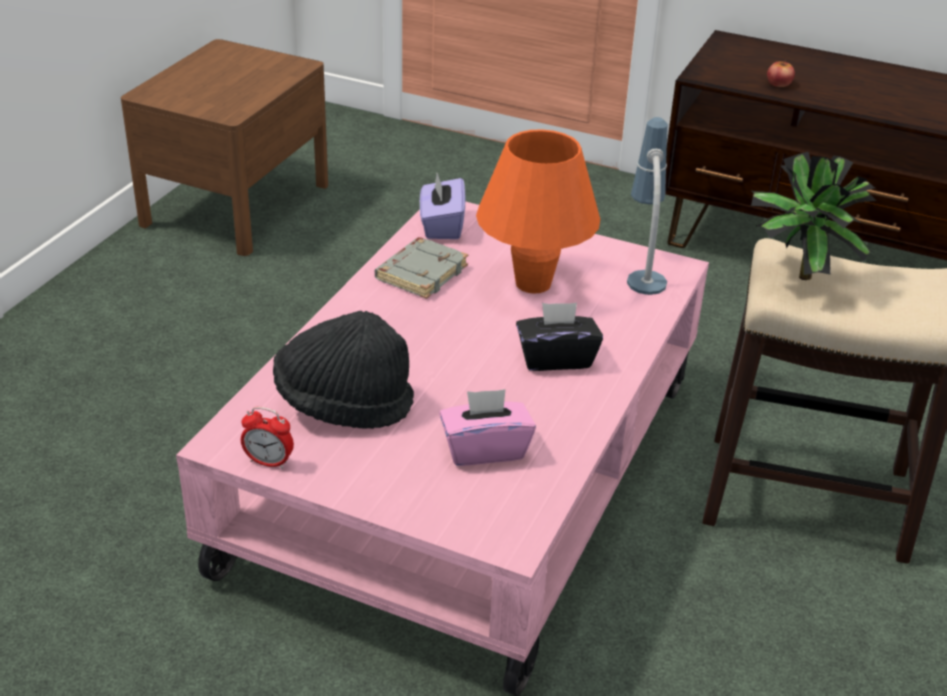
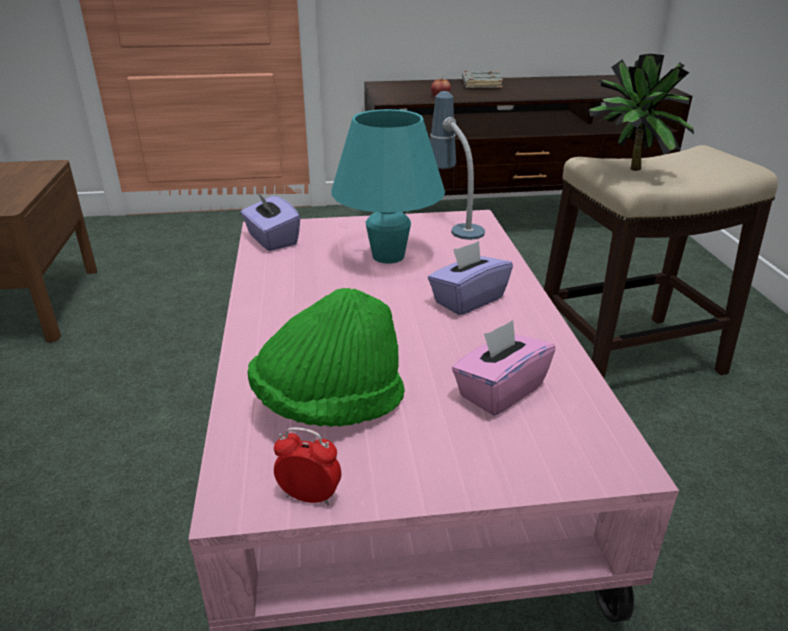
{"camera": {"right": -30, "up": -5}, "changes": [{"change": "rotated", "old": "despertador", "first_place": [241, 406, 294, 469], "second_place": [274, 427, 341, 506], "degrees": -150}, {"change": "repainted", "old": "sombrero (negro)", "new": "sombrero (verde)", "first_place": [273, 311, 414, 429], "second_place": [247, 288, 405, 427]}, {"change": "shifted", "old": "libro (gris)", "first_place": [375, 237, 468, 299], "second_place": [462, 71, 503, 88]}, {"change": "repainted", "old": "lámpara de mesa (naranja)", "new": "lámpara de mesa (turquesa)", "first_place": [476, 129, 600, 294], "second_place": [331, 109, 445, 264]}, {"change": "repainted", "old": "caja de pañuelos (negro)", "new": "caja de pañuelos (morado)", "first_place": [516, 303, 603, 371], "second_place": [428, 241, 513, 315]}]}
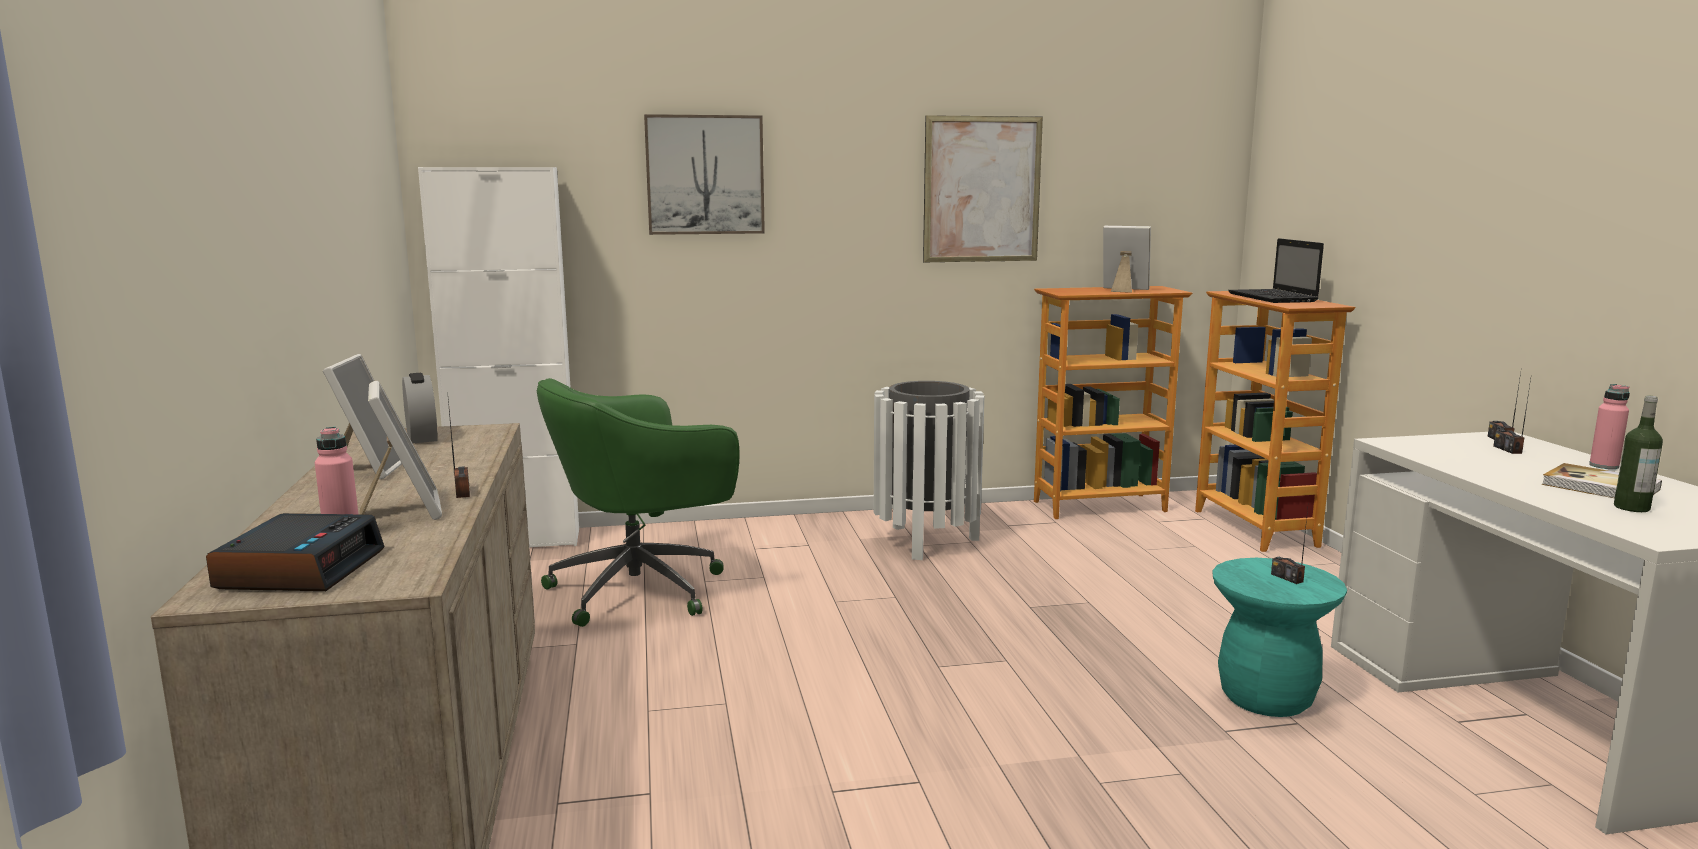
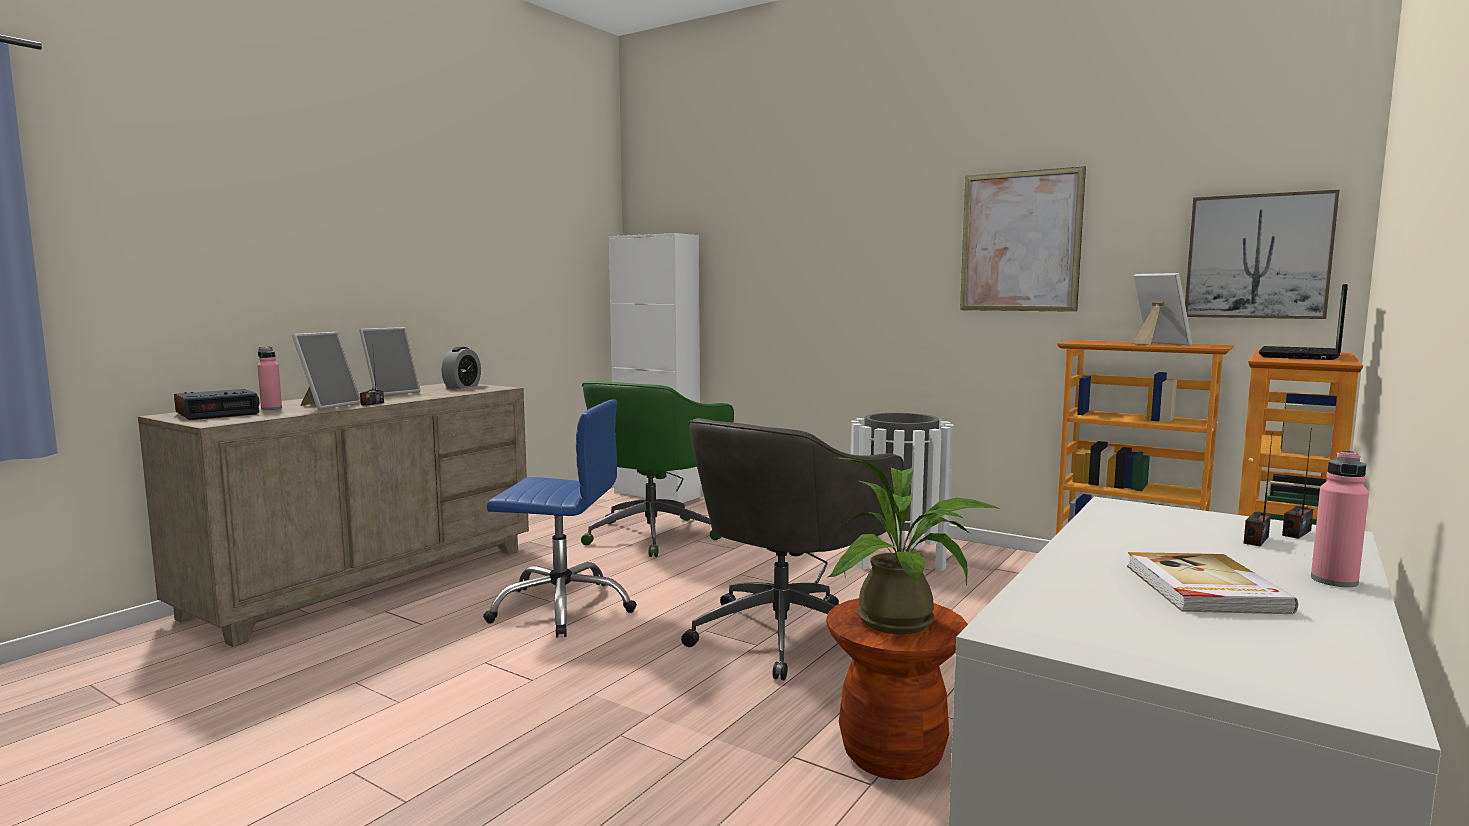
{"camera": {"right": 45, "up": -5}, "changes": [{"change": "rotated", "old": "silla de oficina (verde)", "first_place": [537, 378, 739, 627], "second_place": [581, 381, 734, 557], "degrees": -75}, {"change": "shifted", "old": "cuadro", "first_place": [644, 114, 765, 235], "second_place": [1185, 190, 1339, 319]}, {"change": "repainted", "old": "taburete (turquesa)", "new": "taburete (marrón)", "first_place": [1212, 558, 1347, 717], "second_place": [826, 598, 968, 780]}, {"change": "swapped", "old": "radio", "new": "planta en maceta", "first_place": [1271, 509, 1308, 584], "second_place": [828, 457, 1000, 634]}, {"change": "gone", "old": "botella", "first_place": [1614, 395, 1663, 512]}, {"change": "new", "new": "silla de oficina (azul)", "second_place": [483, 399, 637, 638]}, {"change": "new", "new": "silla de oficina (gris)", "second_place": [681, 418, 904, 680]}]}
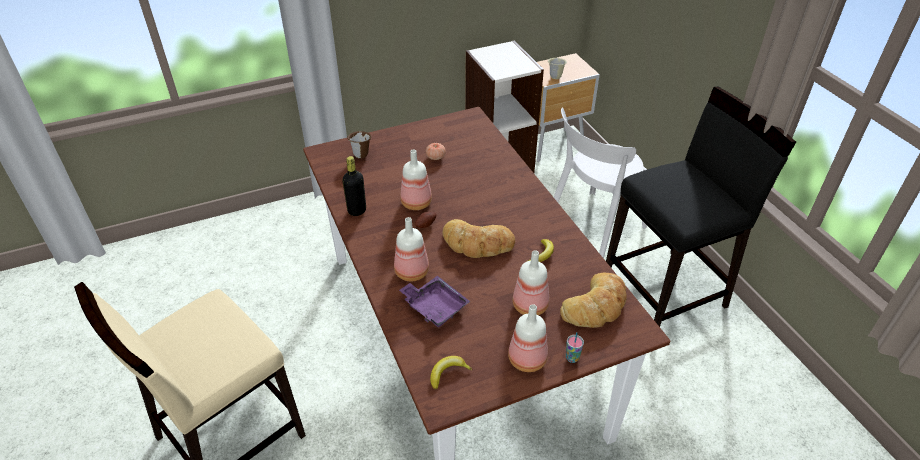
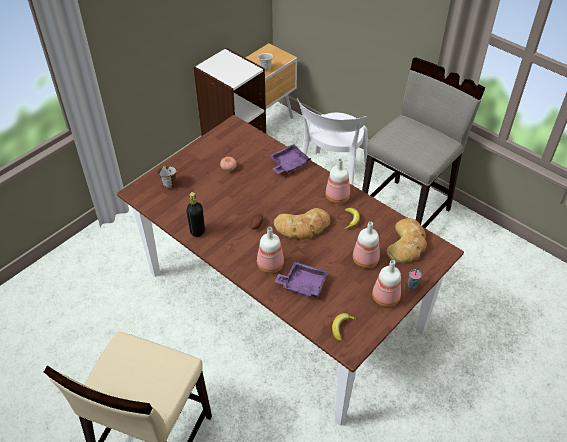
{"camera": {"right": -25, "up": 5}, "changes": [{"change": "shifted", "old": "botella", "first_place": [400, 149, 432, 210], "second_place": [325, 158, 350, 204]}, {"change": "repainted", "old": "taburete (negro)", "new": "taburete (beis)", "first_place": [606, 87, 796, 327], "second_place": [362, 57, 485, 228]}, {"change": "new", "new": "bandeja (morado)", "second_place": [269, 144, 311, 174]}]}
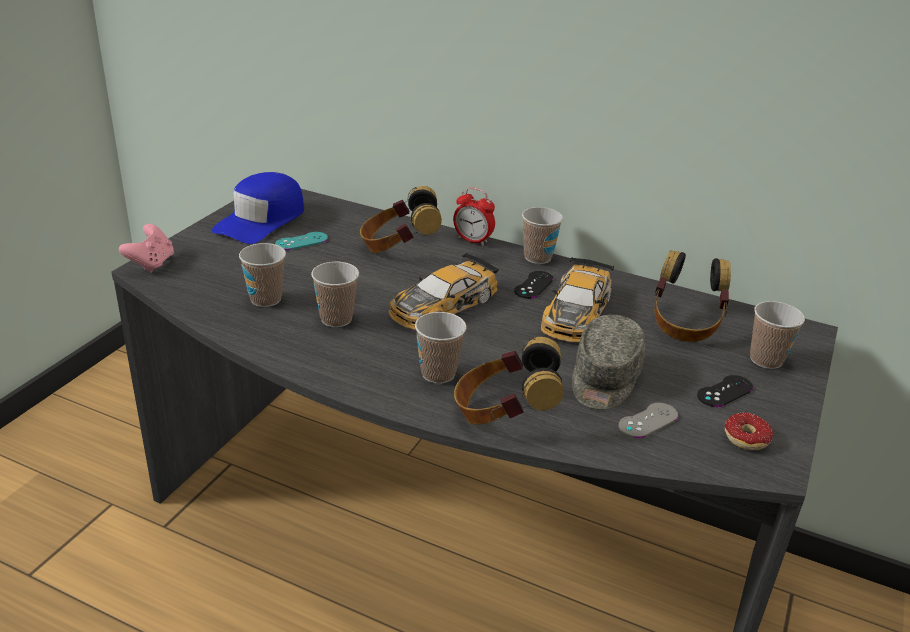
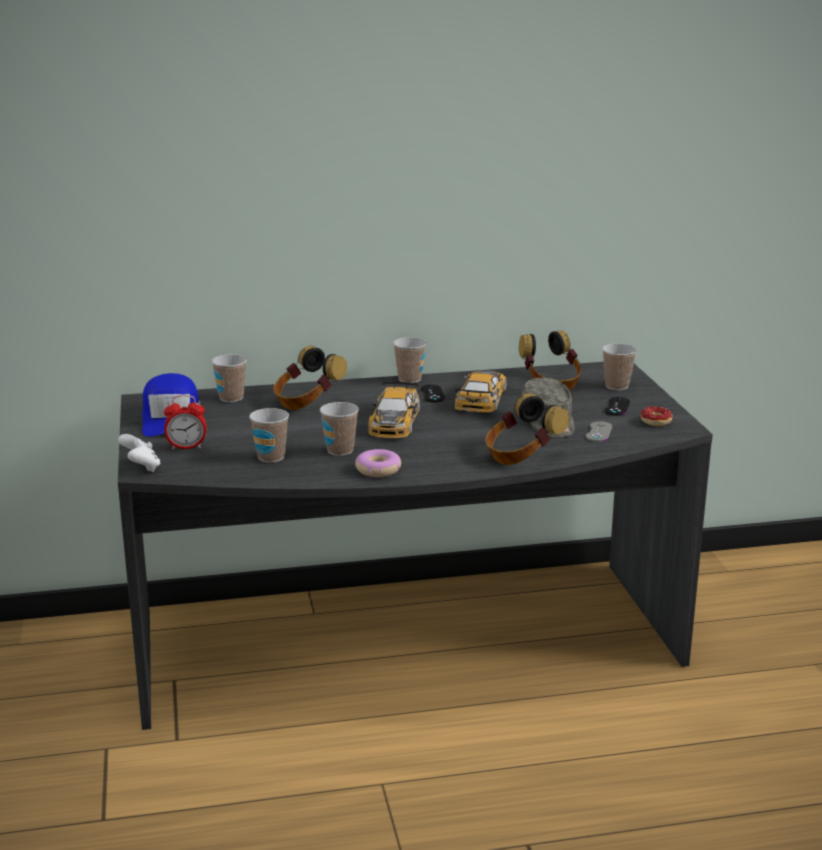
{"camera": {"right": -35, "up": -10}, "changes": [{"change": "repainted", "old": "mando de consola (rosa)", "new": "mando de consola (blanco)", "first_place": [119, 224, 174, 273], "second_place": [118, 434, 160, 472]}, {"change": "gone", "old": "mando de consola (turquesa)", "first_place": [275, 232, 328, 250]}, {"change": "shifted", "old": "taza", "first_place": [415, 312, 467, 384], "second_place": [212, 354, 247, 402]}, {"change": "shifted", "old": "despertador", "first_place": [453, 187, 495, 246], "second_place": [164, 395, 206, 450]}, {"change": "rotated", "old": "coche de juguete", "first_place": [541, 257, 614, 342], "second_place": [455, 371, 507, 412], "degrees": -150}, {"change": "new", "new": "rosquilla", "second_place": [355, 449, 401, 477]}]}
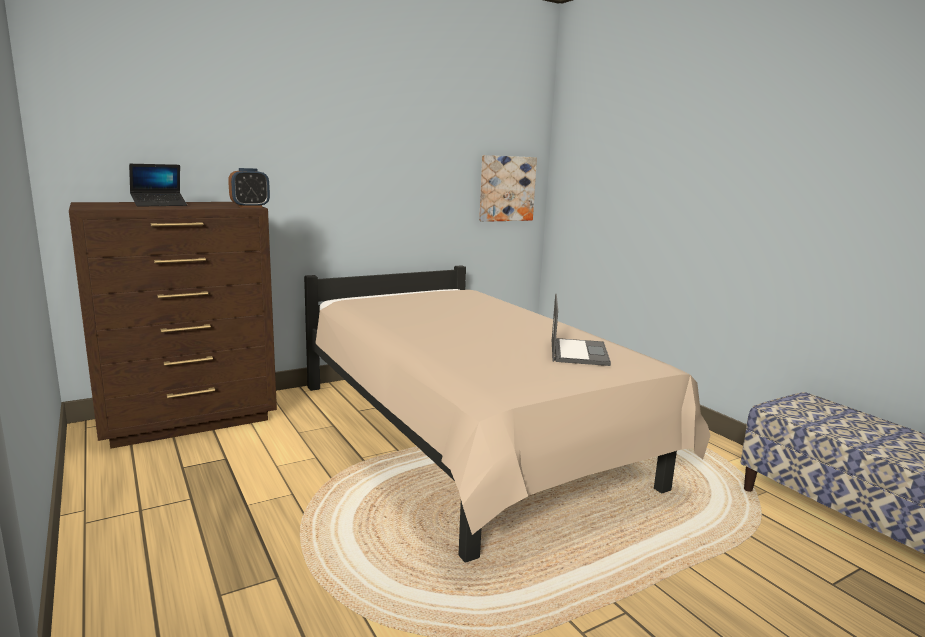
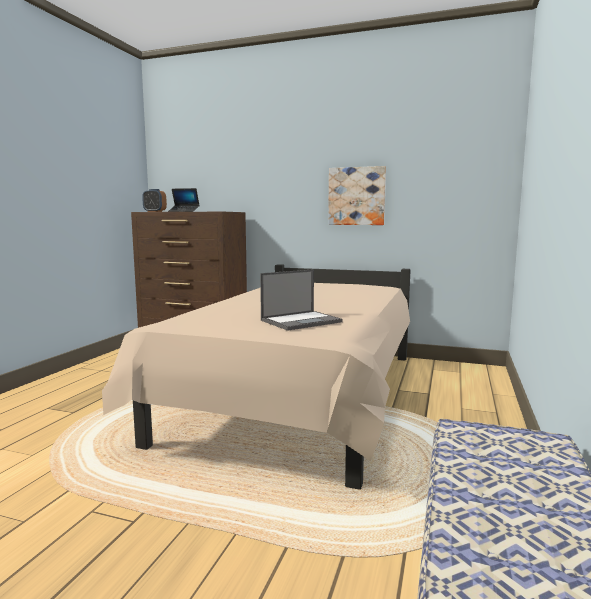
{"camera": {"right": 50, "up": -5}, "changes": [{"change": "shifted", "old": "despertador", "first_place": [228, 168, 270, 208], "second_place": [142, 189, 167, 212]}, {"change": "shifted", "old": "cuadro", "first_place": [479, 155, 537, 222], "second_place": [328, 166, 386, 225]}]}
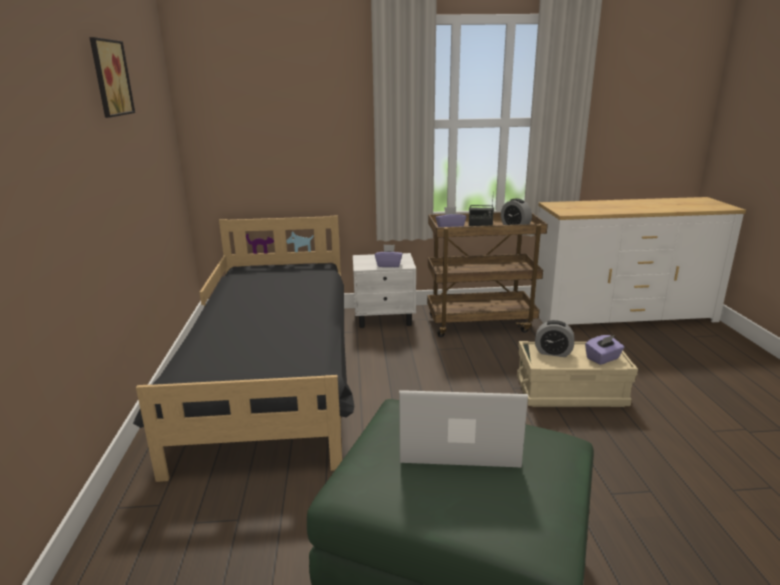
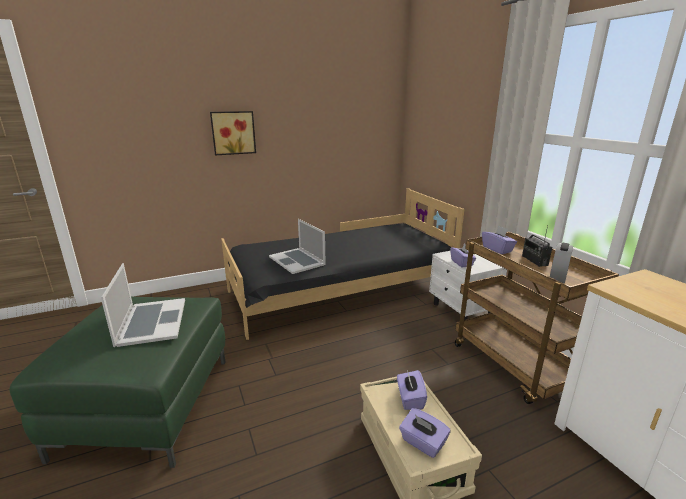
{"camera": {"right": 70, "up": 0}, "changes": [{"change": "shifted", "old": "cuadro", "first_place": [89, 37, 135, 118], "second_place": [210, 111, 256, 155]}, {"change": "swapped", "old": "despertador", "new": "caja de pañuelos (morado)", "first_place": [535, 320, 574, 357], "second_place": [397, 370, 427, 410]}, {"change": "new", "new": "portátil", "second_place": [269, 219, 326, 274]}]}
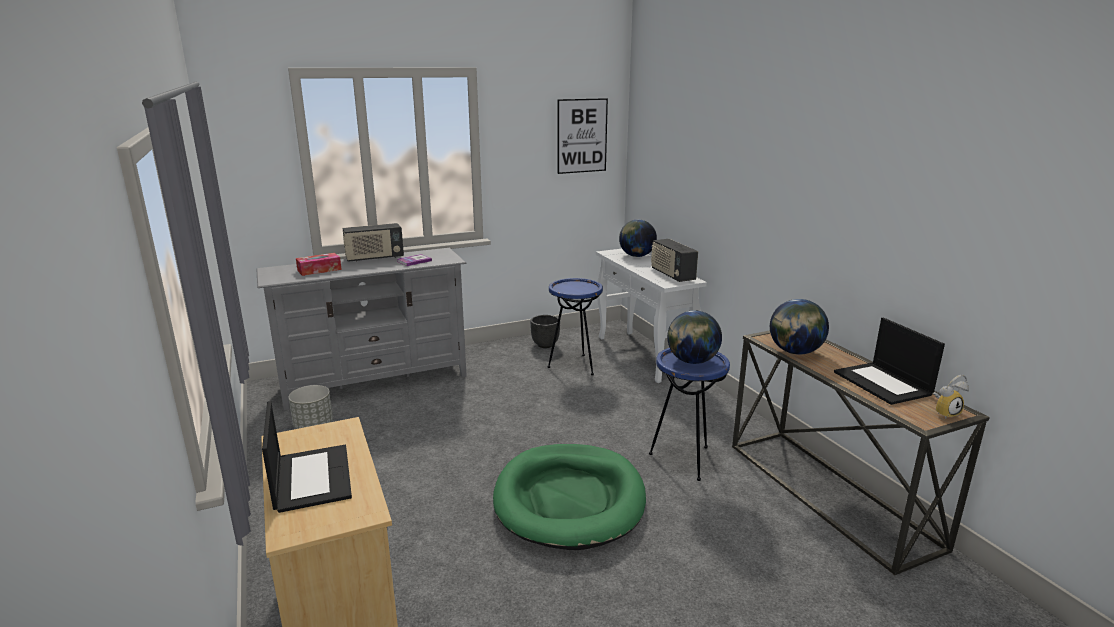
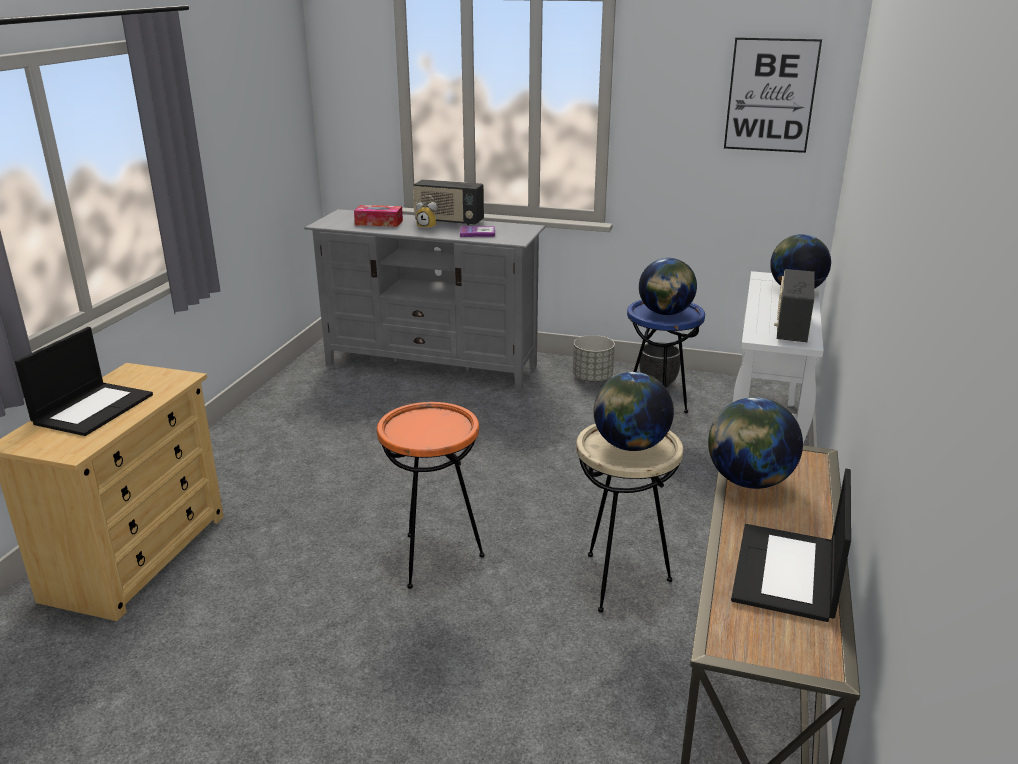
{"camera": {"right": 40, "up": 5}, "changes": [{"change": "shifted", "old": "maceta (gris)", "first_place": [289, 385, 333, 429], "second_place": [573, 335, 615, 382]}, {"change": "swapped", "old": "cama para perro (verde)", "new": "mesa auxiliar (naranja)", "first_place": [493, 444, 646, 550], "second_place": [377, 402, 485, 589]}, {"change": "repainted", "old": "mesa auxiliar (azul)", "new": "mesa auxiliar (beis)", "first_place": [649, 348, 730, 481], "second_place": [576, 424, 683, 613]}, {"change": "shifted", "old": "despertador", "first_place": [933, 375, 969, 419], "second_place": [416, 195, 437, 230]}, {"change": "new", "new": "globo terráqueo", "second_place": [639, 258, 697, 315]}]}
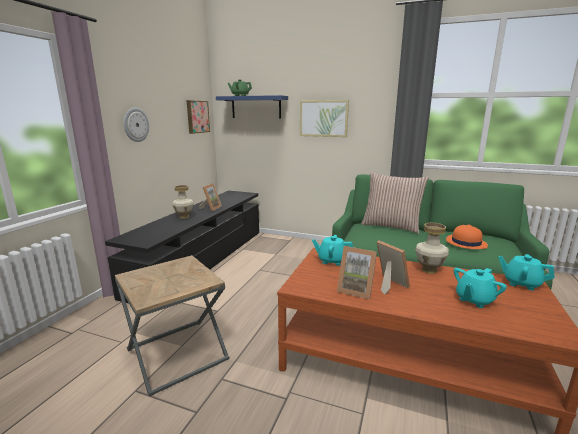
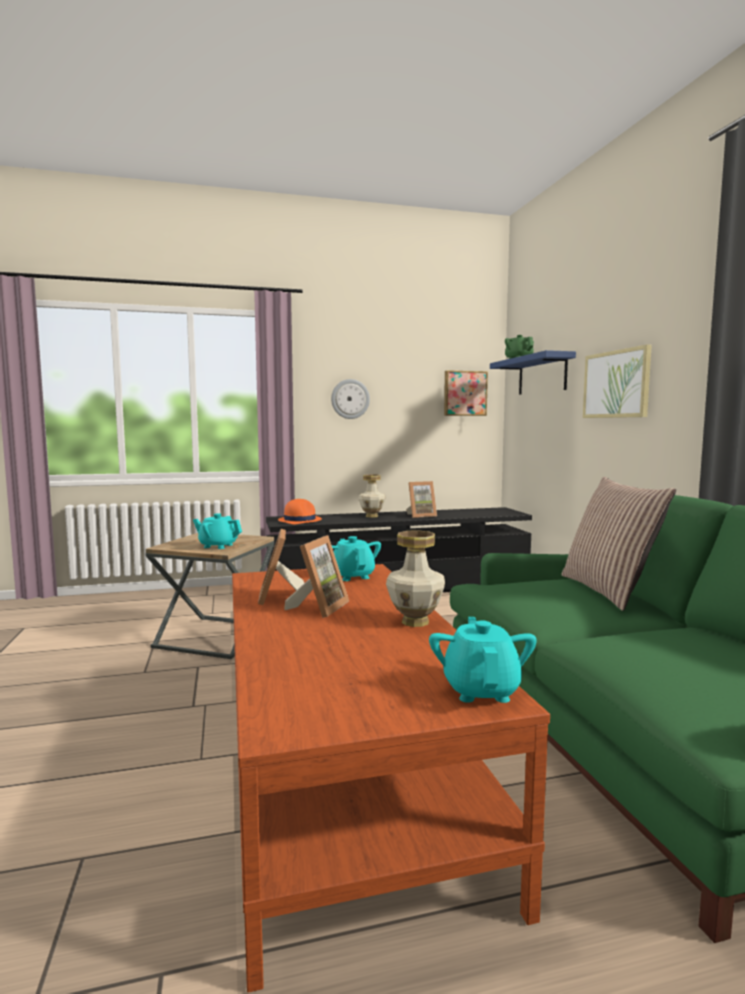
{"camera": {"right": 55, "up": -10}, "changes": [{"change": "shifted", "old": "sombrero (naranja)", "first_place": [446, 225, 488, 249], "second_place": [278, 499, 322, 524]}, {"change": "shifted", "old": "tetera (turquesa)", "first_place": [454, 268, 507, 308], "second_place": [193, 513, 242, 549]}]}
